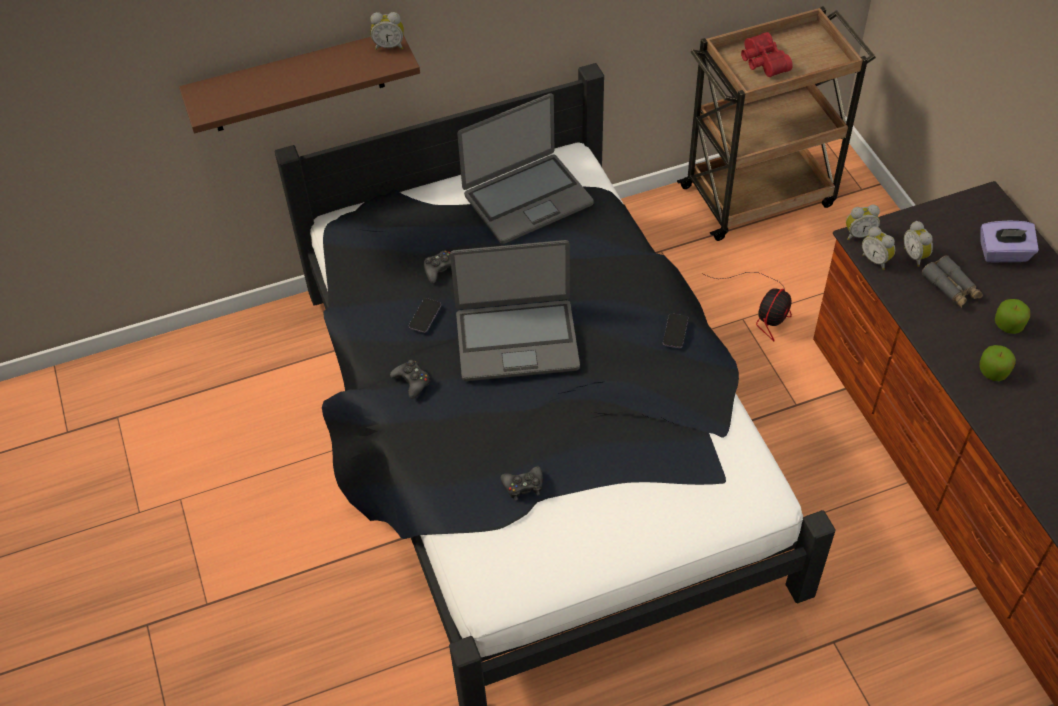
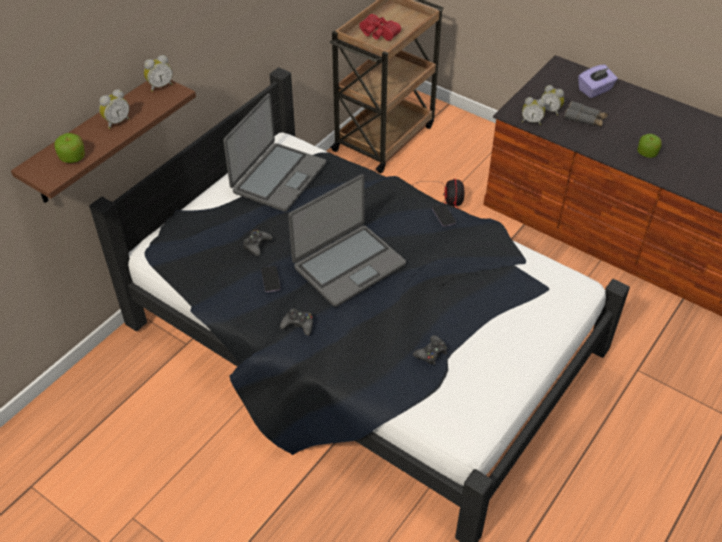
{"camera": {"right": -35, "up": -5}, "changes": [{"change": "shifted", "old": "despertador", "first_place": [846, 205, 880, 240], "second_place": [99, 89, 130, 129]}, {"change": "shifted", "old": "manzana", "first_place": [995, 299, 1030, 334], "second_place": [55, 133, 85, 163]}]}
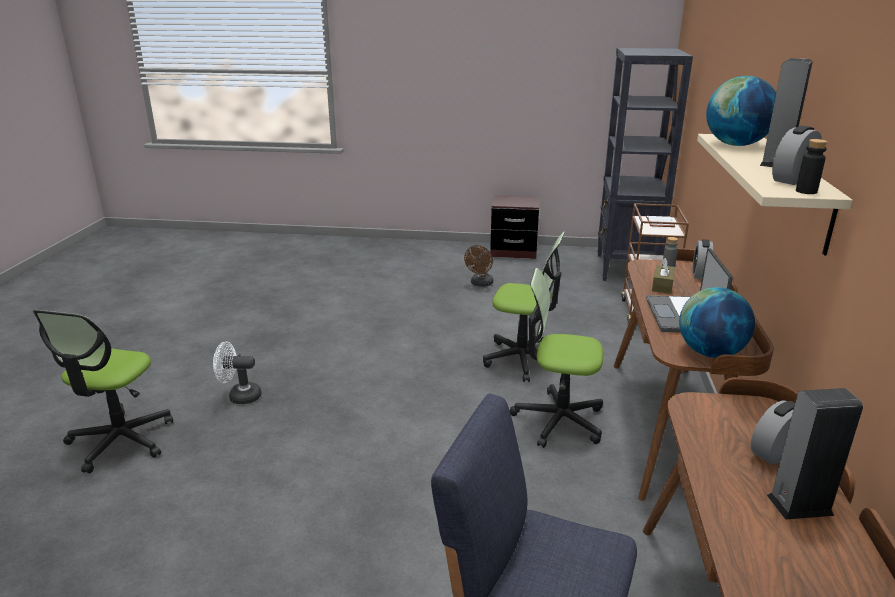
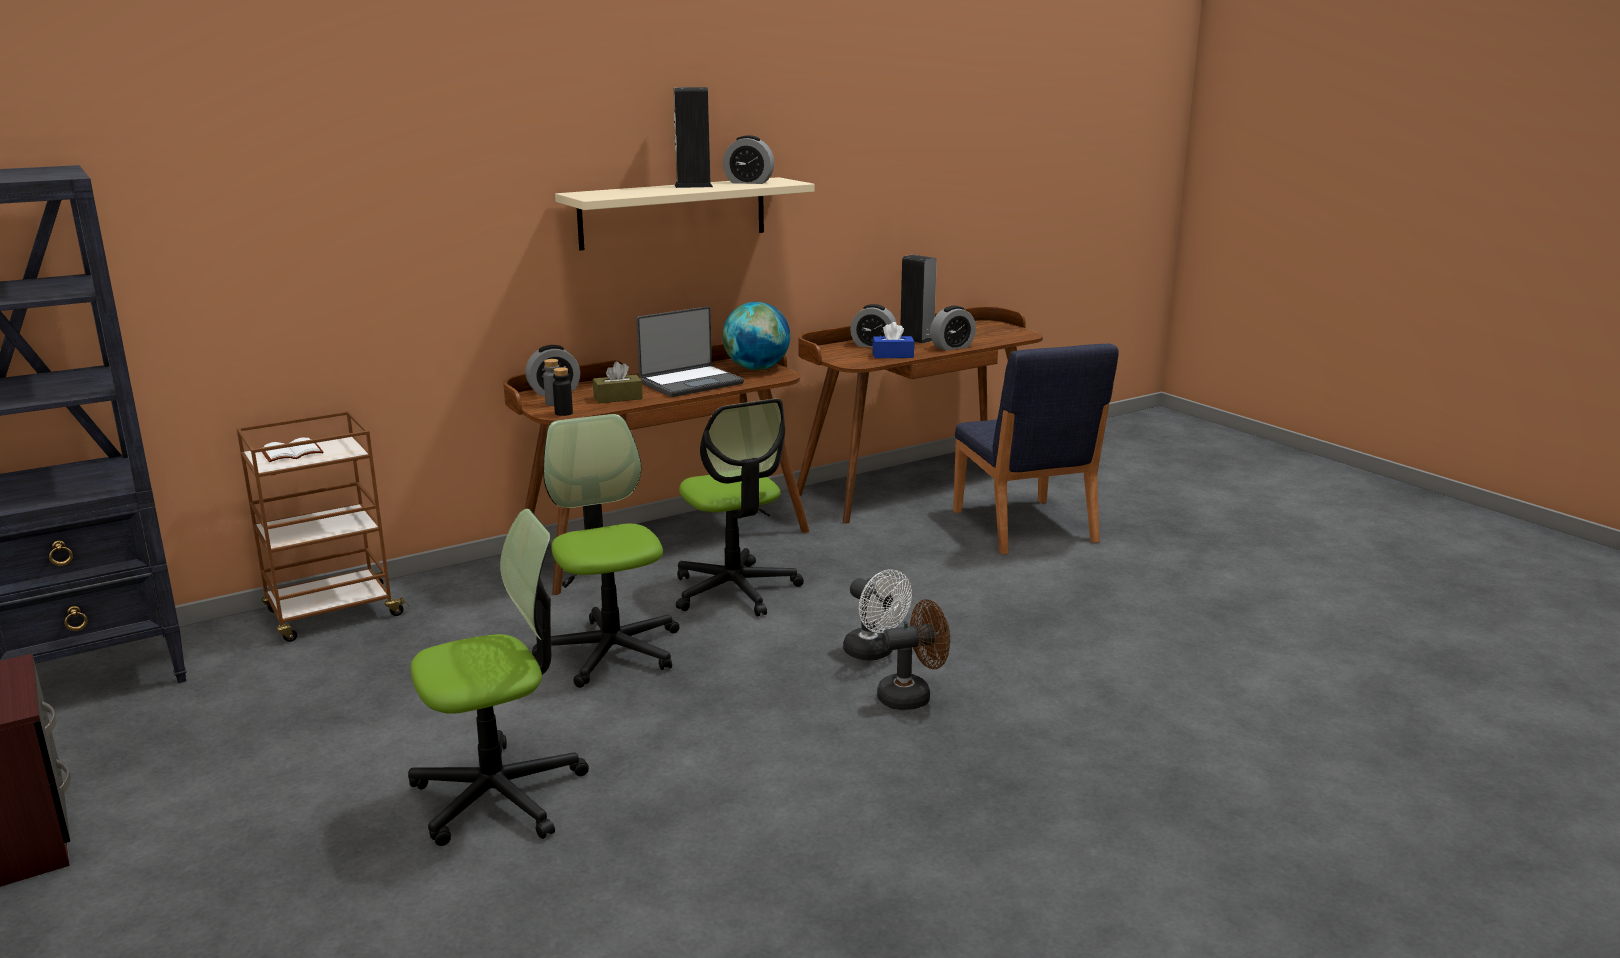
{"camera": {"right": -130, "up": -5}, "changes": [{"change": "shifted", "old": "silla de oficina", "first_place": [33, 310, 173, 473], "second_place": [408, 508, 589, 846]}, {"change": "shifted", "old": "ventilador (blanco)", "first_place": [213, 342, 261, 404], "second_place": [843, 569, 912, 660]}, {"change": "shifted", "old": "ventilador (marrón)", "first_place": [464, 245, 493, 287], "second_place": [877, 599, 950, 710]}, {"change": "gone", "old": "globo terráqueo", "first_place": [706, 76, 776, 146]}, {"change": "shifted", "old": "botella (negro)", "first_place": [796, 139, 827, 194], "second_place": [553, 367, 573, 416]}, {"change": "new", "new": "caja de pañuelos (azul)", "second_place": [872, 322, 914, 358]}, {"change": "new", "new": "despertador", "second_place": [930, 306, 976, 351]}]}
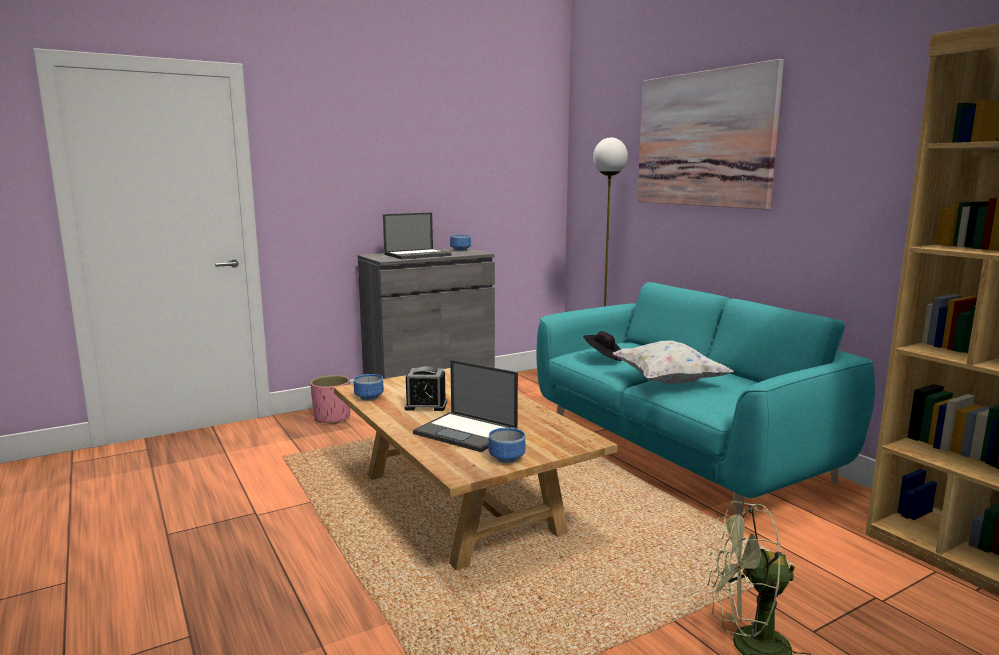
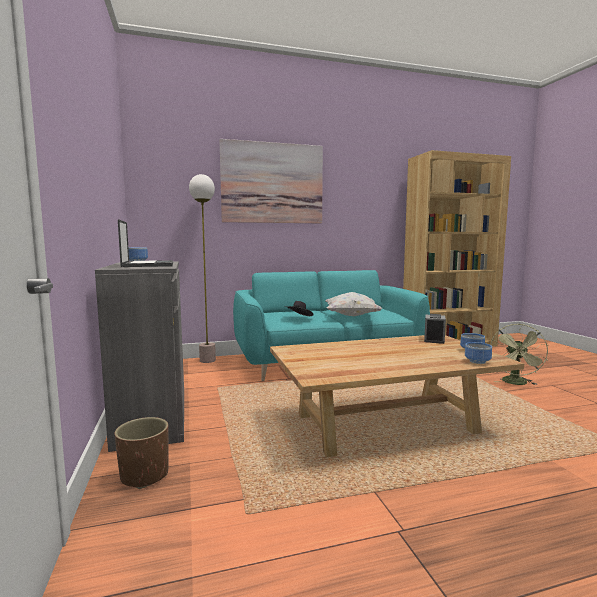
{"camera": {"right": -75, "up": -5}, "changes": [{"change": "repainted", "old": "maceta (rosa)", "new": "maceta (marrón)", "first_place": [310, 375, 350, 424], "second_place": [114, 417, 169, 489]}, {"change": "shifted", "old": "cuenco", "first_place": [354, 374, 384, 401], "second_place": [465, 342, 492, 364]}, {"change": "shifted", "old": "despertador", "first_place": [405, 366, 447, 411], "second_place": [424, 314, 446, 344]}, {"change": "gone", "old": "portátil", "first_place": [413, 360, 518, 452]}]}
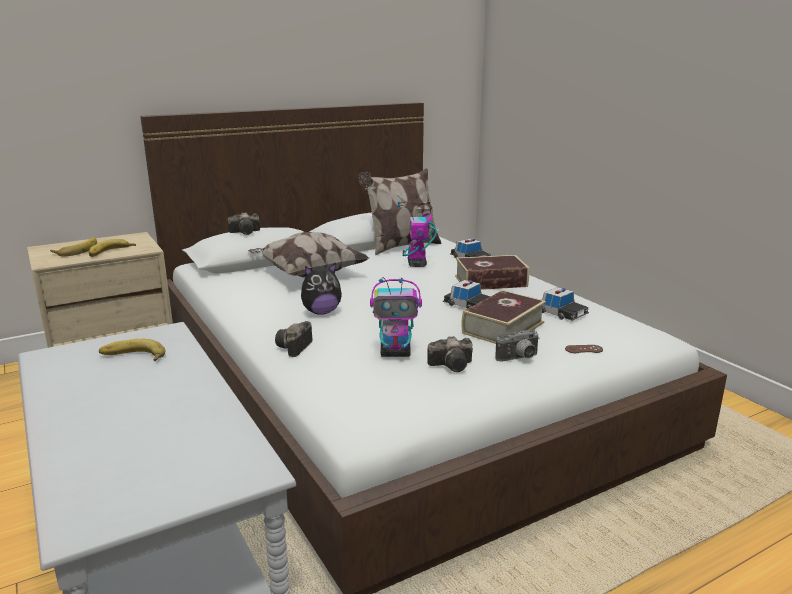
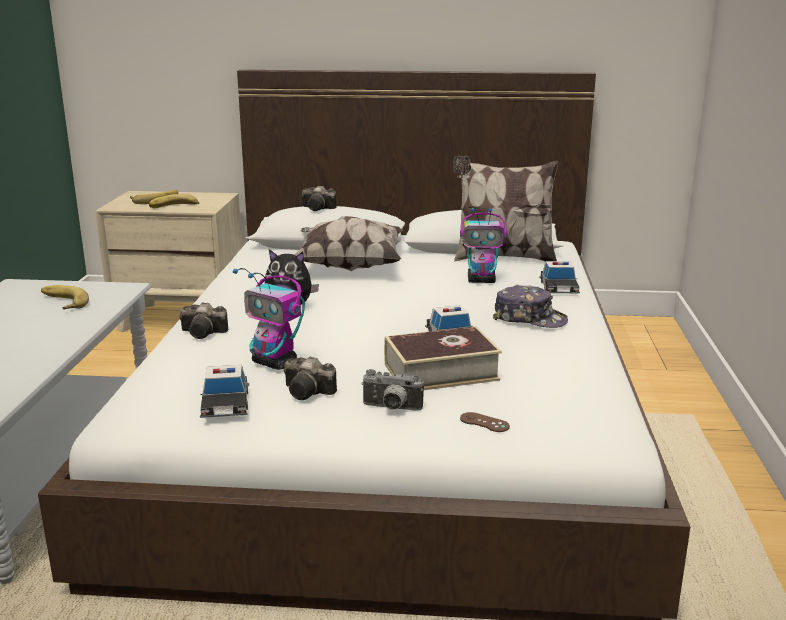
{"camera": {"right": 35, "up": 0}, "changes": [{"change": "rotated", "old": "cámara", "first_place": [275, 321, 313, 357], "second_place": [180, 302, 228, 339], "degrees": -135}, {"change": "rotated", "old": "robot de juguete", "first_place": [397, 201, 437, 267], "second_place": [460, 207, 507, 283], "degrees": -120}, {"change": "swapped", "old": "libro", "new": "gorra", "first_place": [455, 255, 529, 290], "second_place": [493, 285, 568, 328]}, {"change": "shifted", "old": "coche de juguete", "first_place": [542, 287, 589, 321], "second_place": [200, 365, 249, 418]}]}
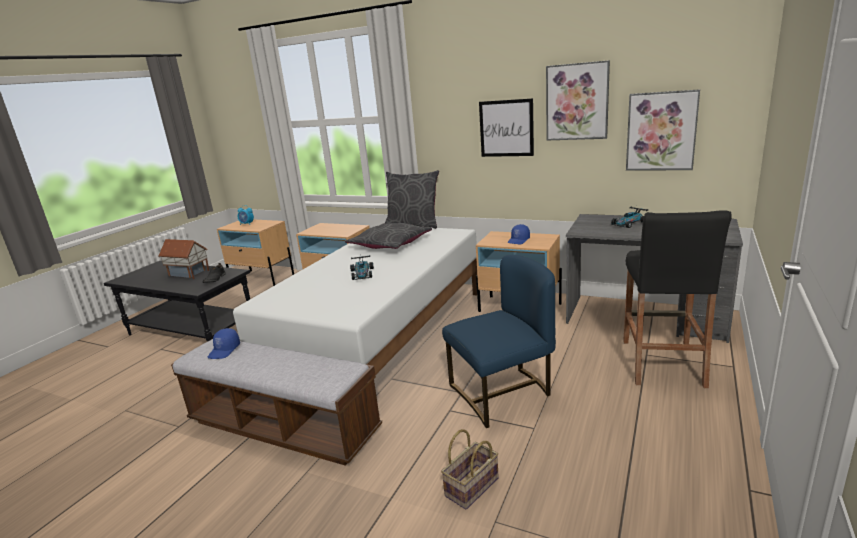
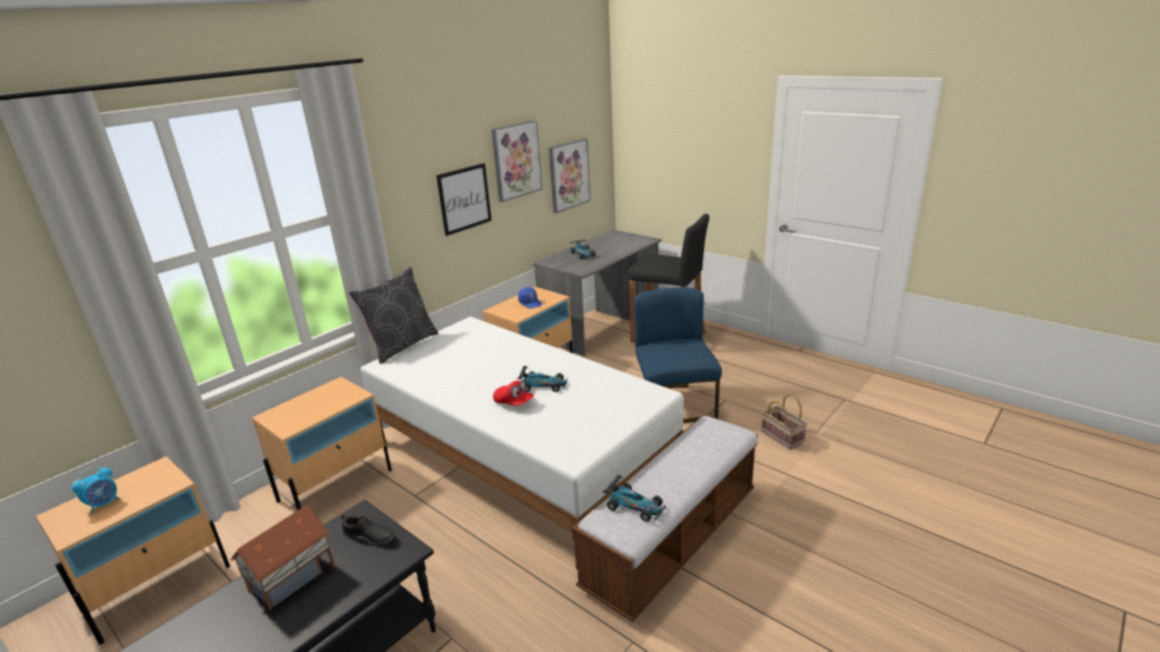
{"camera": {"right": -75, "up": 5}, "changes": [{"change": "swapped", "old": "gorra (azul)", "new": "coche de juguete", "first_place": [208, 328, 240, 359], "second_place": [603, 475, 666, 522]}, {"change": "gone", "old": "cojín (gris)", "first_place": [345, 223, 432, 249]}, {"change": "new", "new": "gorra (rojo)", "second_place": [493, 380, 534, 406]}]}
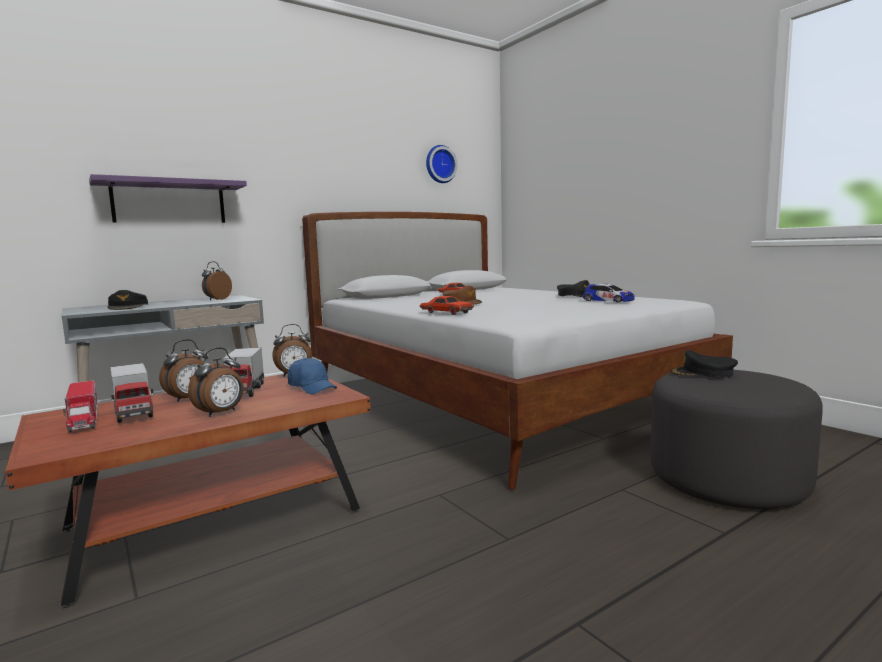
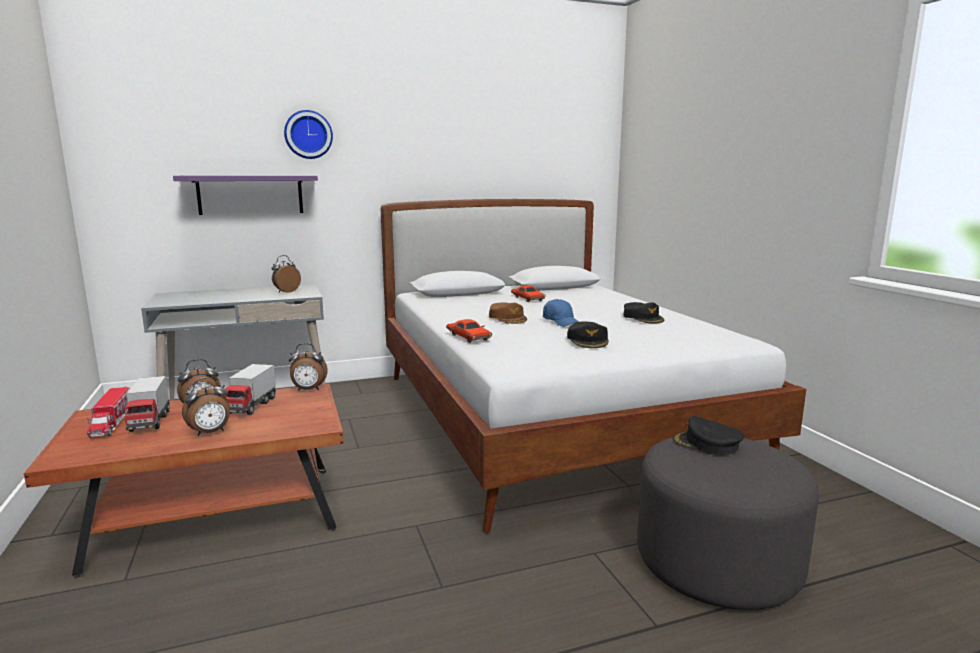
{"camera": {"right": 15, "up": 5}, "changes": [{"change": "shifted", "old": "gorra (negro)", "first_place": [107, 290, 148, 310], "second_place": [567, 321, 609, 348]}, {"change": "shifted", "old": "gorra (azul)", "first_place": [287, 358, 337, 394], "second_place": [543, 299, 579, 327]}, {"change": "shifted", "old": "reloj de pared", "first_place": [426, 145, 457, 183], "second_place": [284, 110, 333, 159]}, {"change": "gone", "old": "coche de juguete", "first_place": [583, 284, 635, 302]}]}
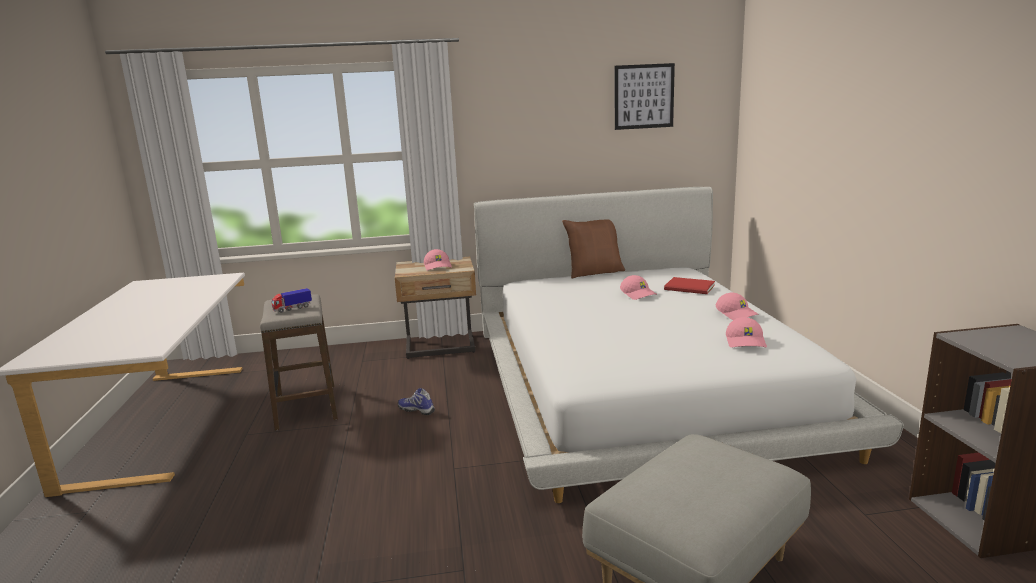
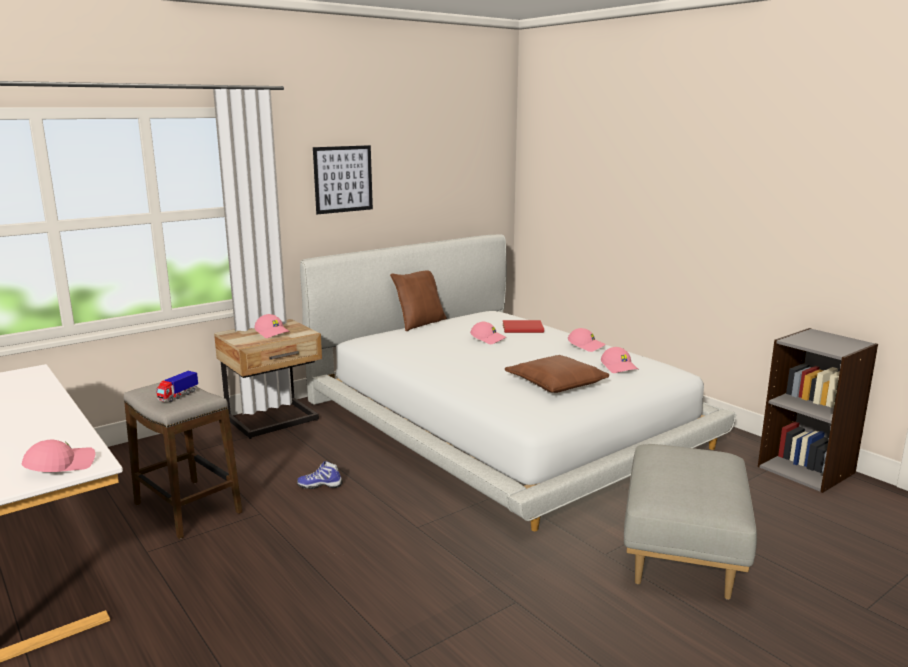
{"camera": {"right": -30, "up": 0}, "changes": [{"change": "shifted", "old": "cuadro", "first_place": [615, 63, 675, 130], "second_place": [313, 145, 373, 214]}, {"change": "new", "new": "gorra (rosa)", "second_place": [22, 440, 95, 472]}, {"change": "new", "new": "cojín (marrón)", "second_place": [505, 355, 609, 393]}]}
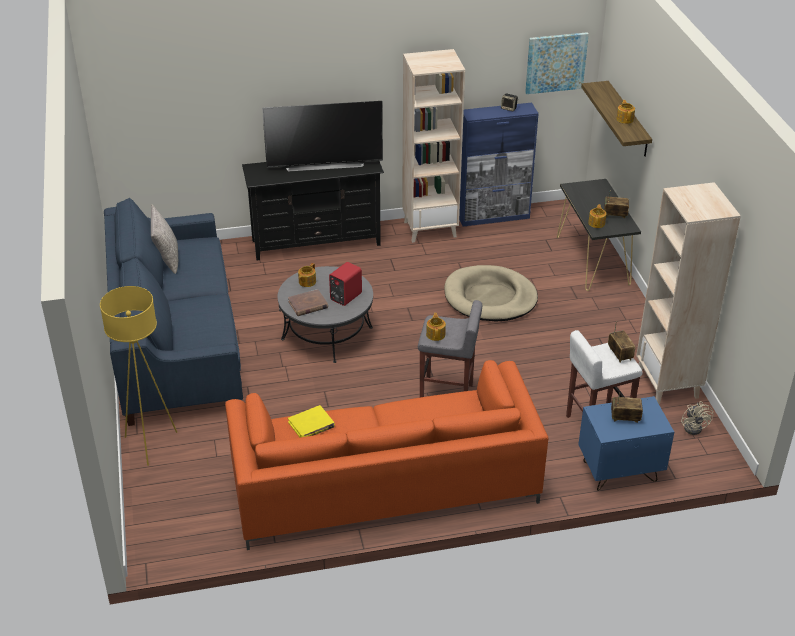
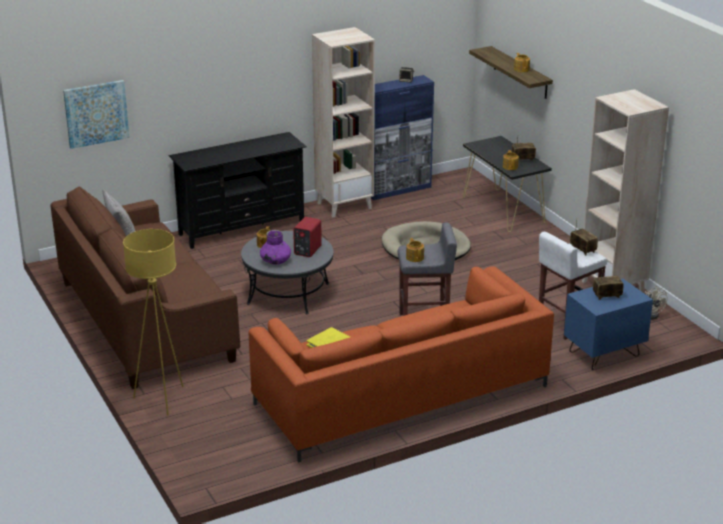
{"camera": {"right": -15, "up": -10}, "changes": [{"change": "repainted", "old": "sofá (azul)", "new": "sofá (marrón)", "first_place": [104, 198, 243, 426], "second_place": [50, 187, 240, 389]}, {"change": "gone", "old": "televisor", "first_place": [262, 101, 383, 171]}, {"change": "swapped", "old": "libro (marrón)", "new": "florero (morado)", "first_place": [288, 289, 328, 316], "second_place": [260, 230, 291, 265]}, {"change": "shifted", "old": "cuadro", "first_place": [525, 32, 589, 94], "second_place": [63, 80, 129, 149]}]}
